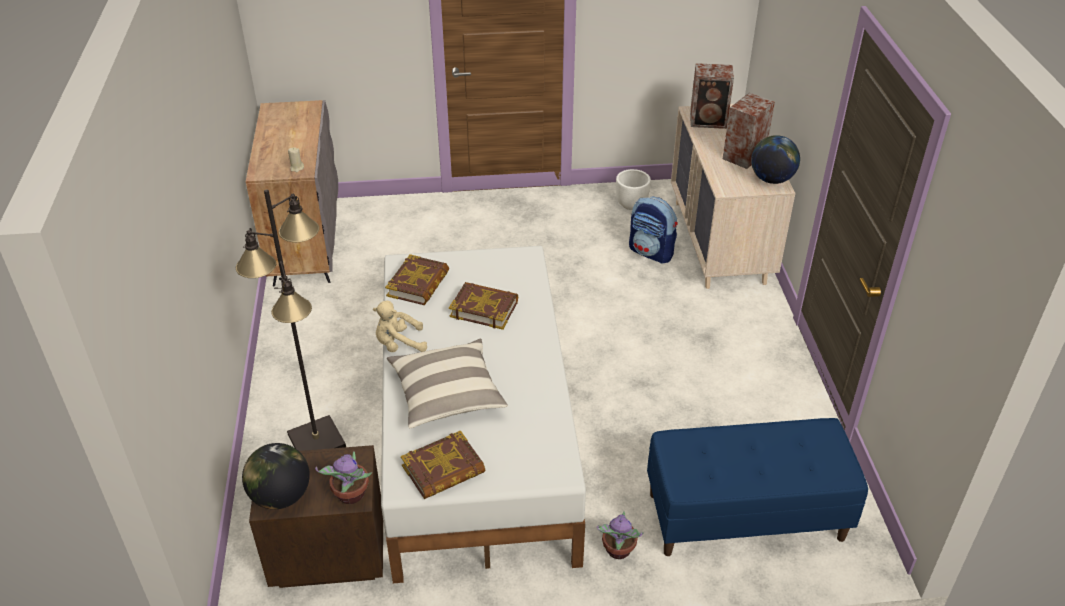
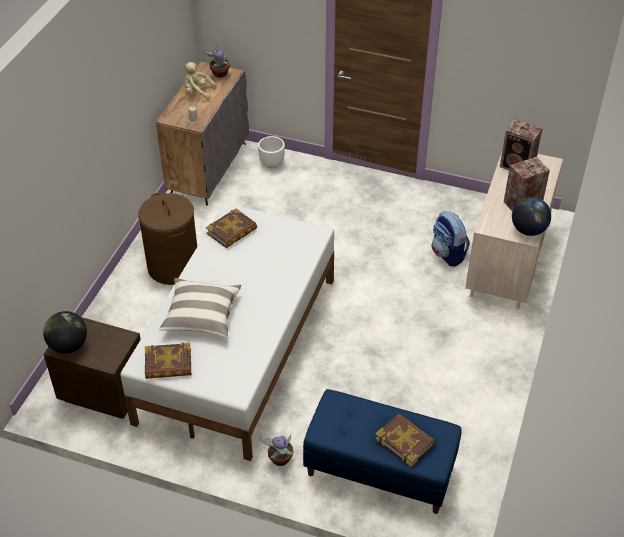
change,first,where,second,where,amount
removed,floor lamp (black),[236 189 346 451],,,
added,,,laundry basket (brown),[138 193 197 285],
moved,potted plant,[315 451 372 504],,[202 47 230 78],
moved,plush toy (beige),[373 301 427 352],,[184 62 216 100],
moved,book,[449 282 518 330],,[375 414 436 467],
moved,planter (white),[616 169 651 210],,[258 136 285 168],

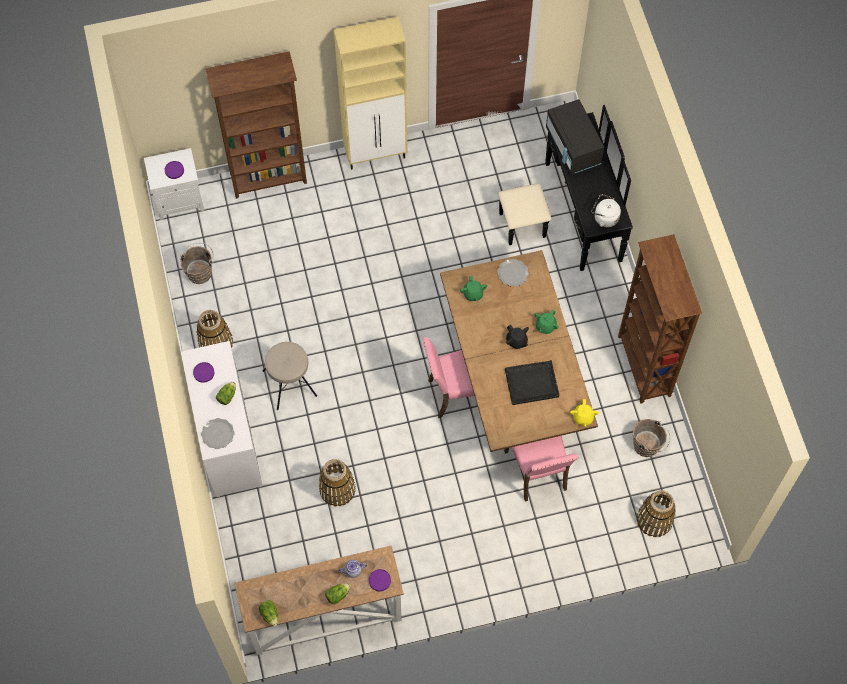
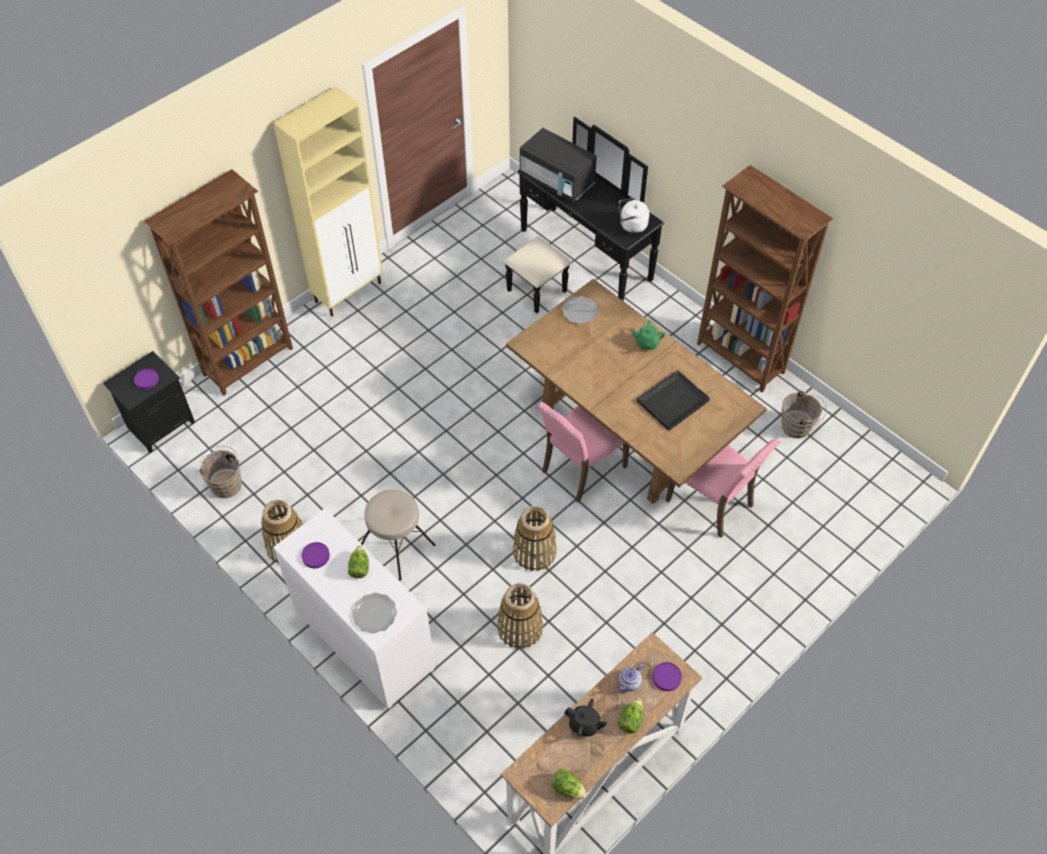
change,first,where,second,where,amount
removed,teapot (green),[460 276 487 301],,,
removed,teapot (yellow),[570 399 599 426],,,
moved,teapot (black),[506 325 529 349],,[564 698 607 737],
moved,basket,[637 490 675 537],,[513 506 557 571],
recoloured,nightstand (white),[144 148 205 220],nightstand (black),[103 351 195 453],

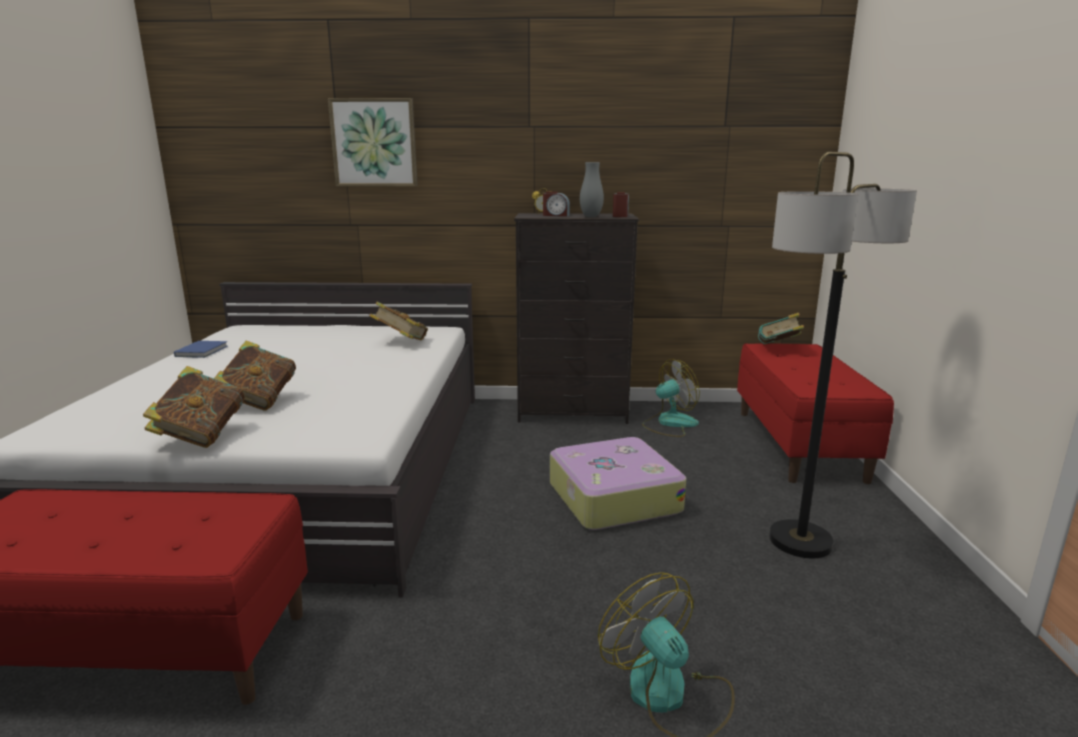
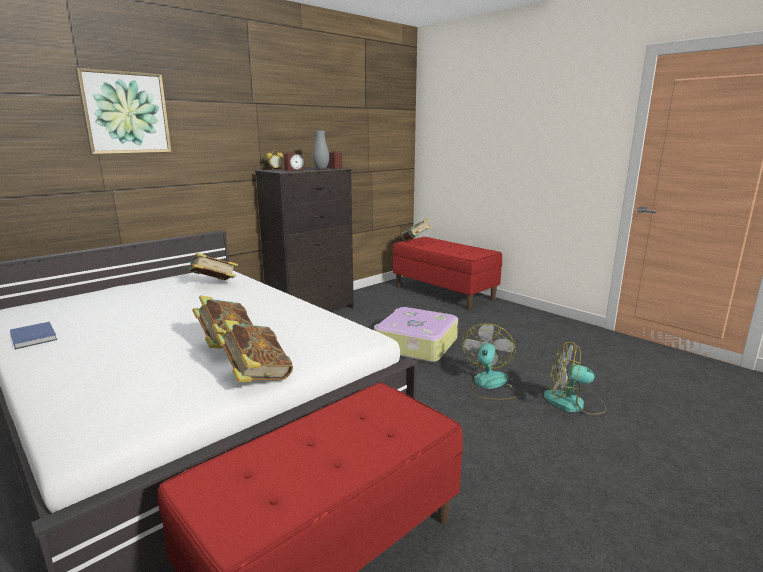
change,first,where,second,where,amount
removed,floor lamp,[769 152 917 558],,,
moved,fan,[642 359 700 437],,[462 323 521 400],

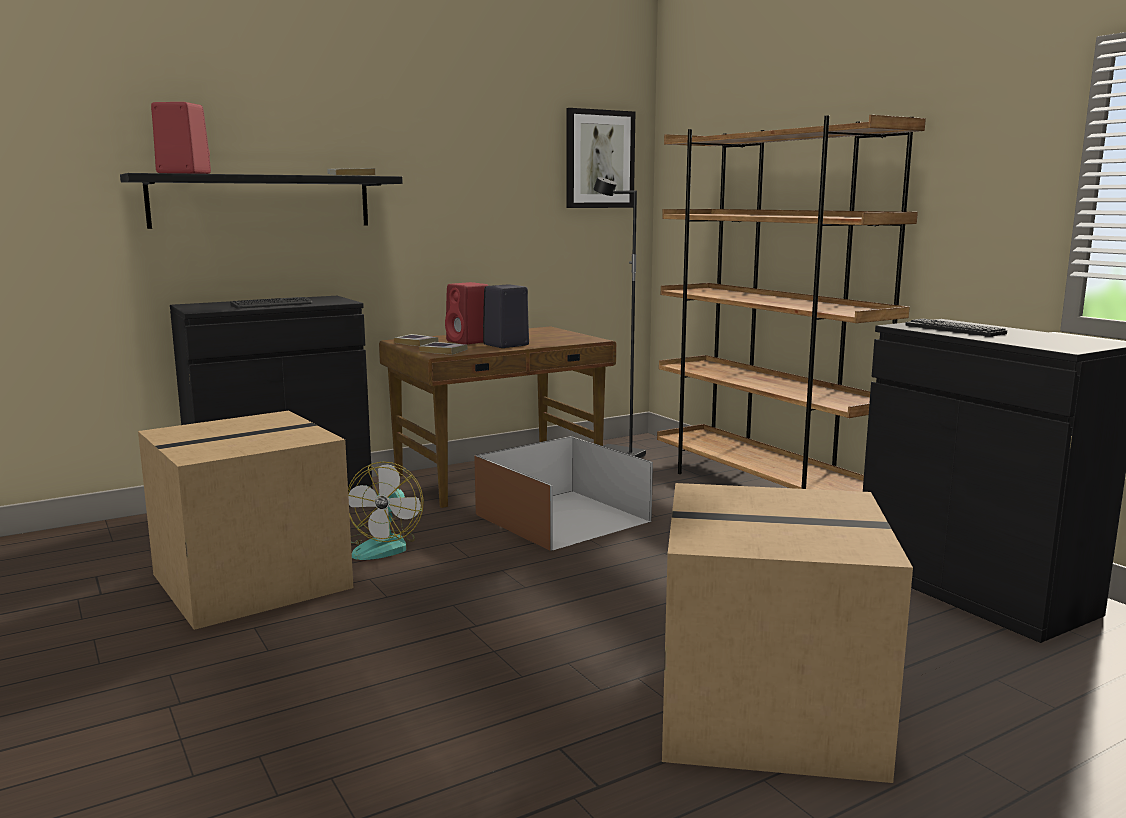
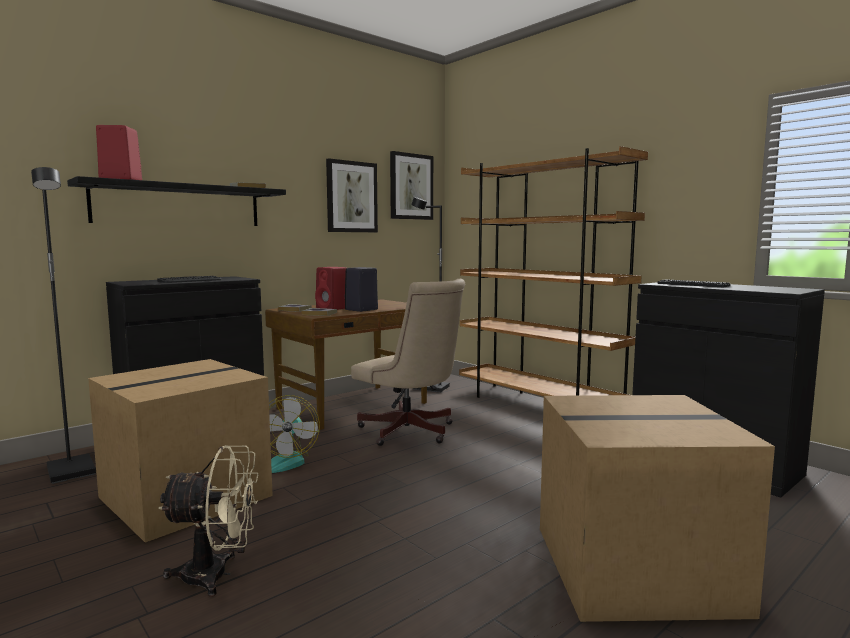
change,first,where,second,where,amount
added,,,floor lamp (black),[31 167 96 484],
added,,,fan (beige),[158 445 259 597],
added,,,picture,[326 158 378 232],
replaced,storage box (brown),[474 436 653 551],office chair (beige),[351 279 465 446],

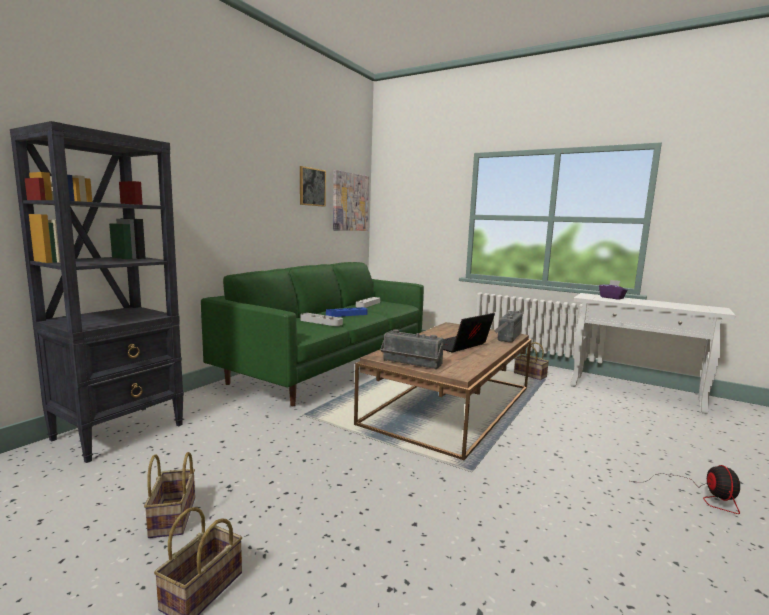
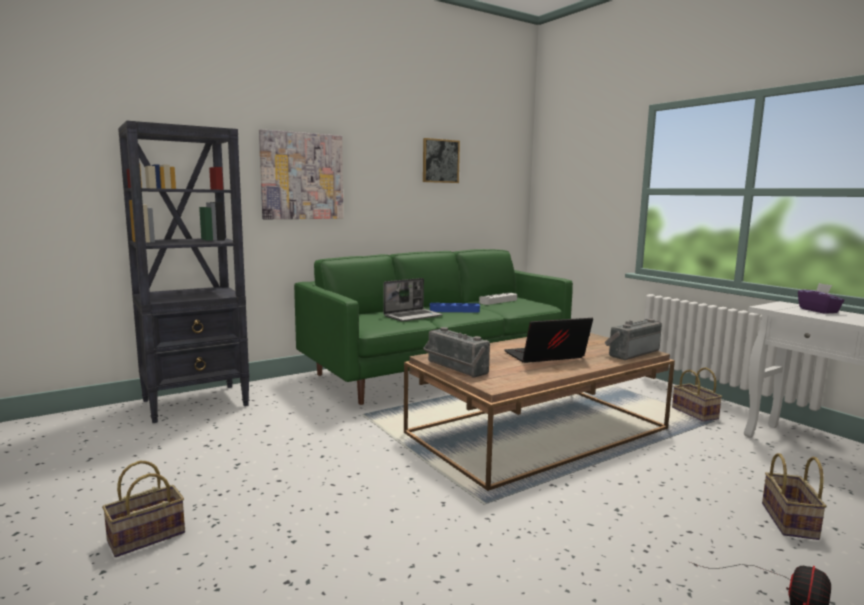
change,first,where,second,where,amount
moved,basket,[144 452 195 538],,[762 453 827 540],
moved,picture,[333 170 369 231],,[259 129 343 219],
replaced,tray (grey),[300 313 343 326],laptop,[384 278 443 322],

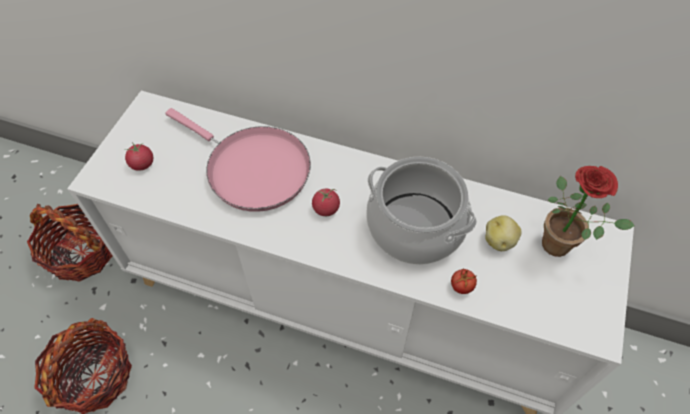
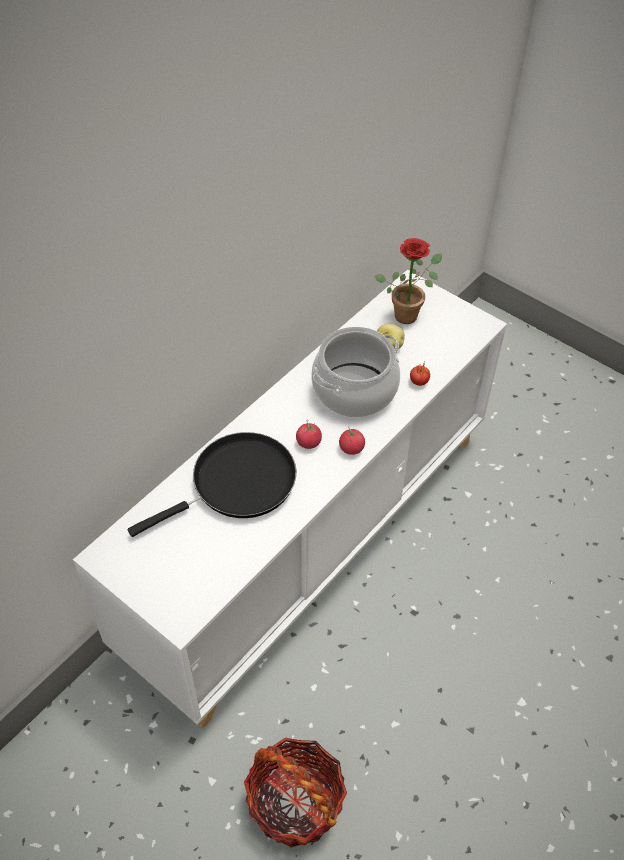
change,first,where,second,where,amount
removed,basket,[27 204 113 282],,,
moved,tomato,[124 142 153 171],,[339 426 365 455],
recoloured,frying pan (pink),[166 108 311 212],frying pan (black),[128 432 296 537],

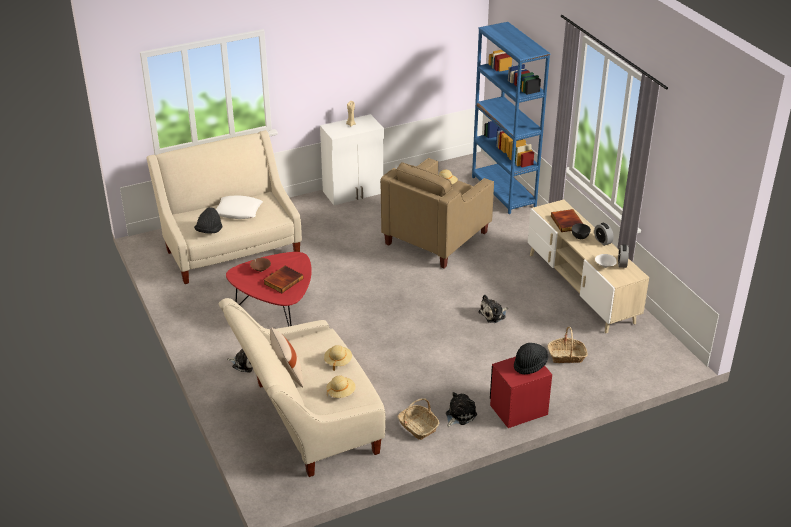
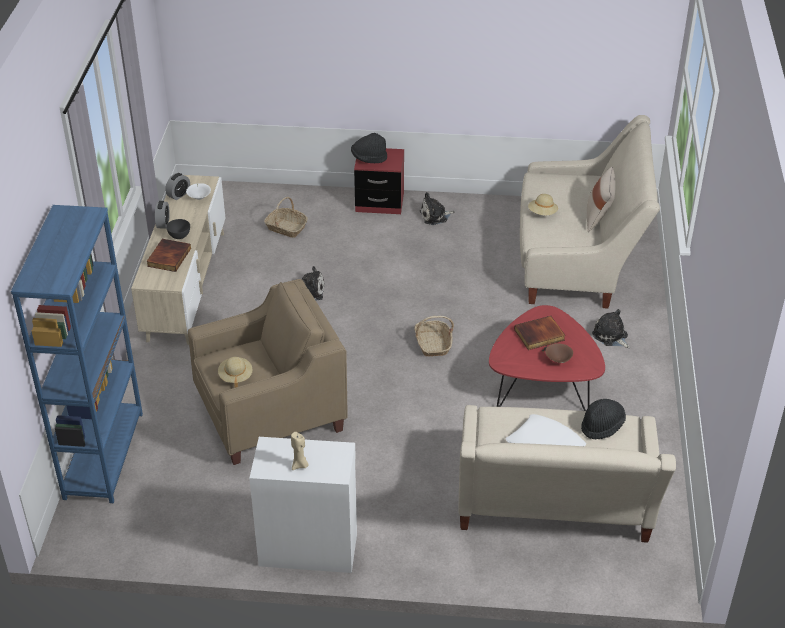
change,first,where,second,where,amount
removed,hat (beige),[326 375 356 398],,,
moved,basket,[398 398 439 440],,[414 316 454 357],

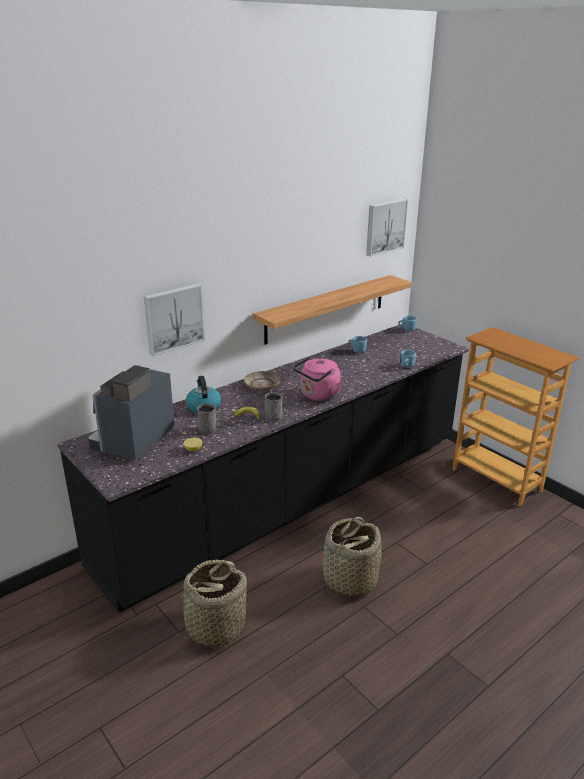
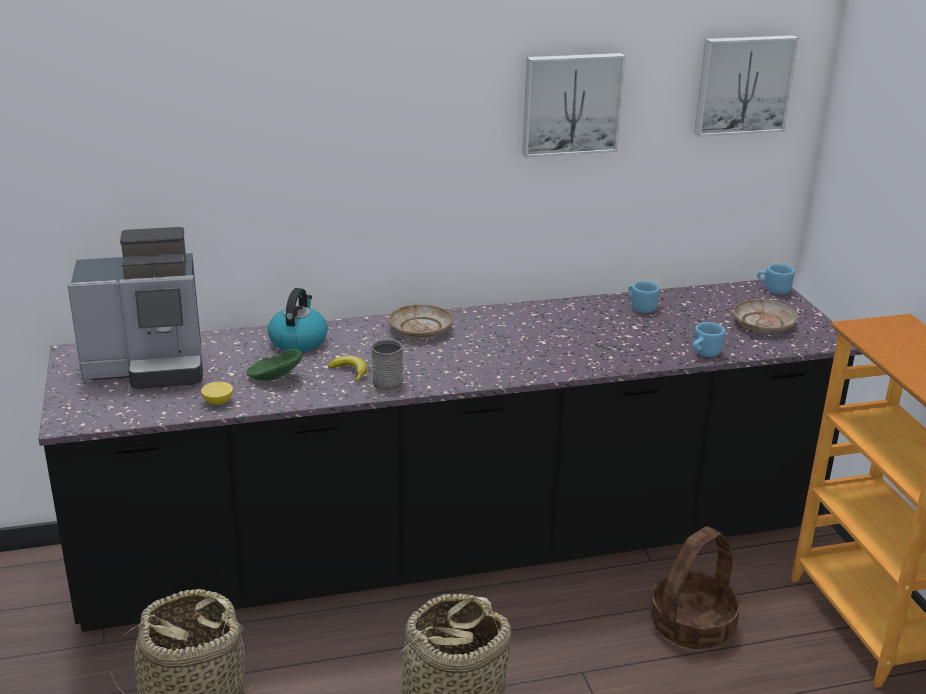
change,first,where,second,where,amount
removed,shelf,[253 275 412 345],,,
removed,kettle (pink),[293 357 342 401],,,
added,,,basket,[650 526 740 649],
added,,,plate (beige),[733 299 797 333],
moved,picture,[144 284 205 356],,[522 53 625 158],
replaced,mug (grey),[197 403 222 434],bowl (green),[247 349 302 381],
turned,coffee machine,[88 365 175 460],,[67 227 203 389],150 degrees counterclockwise

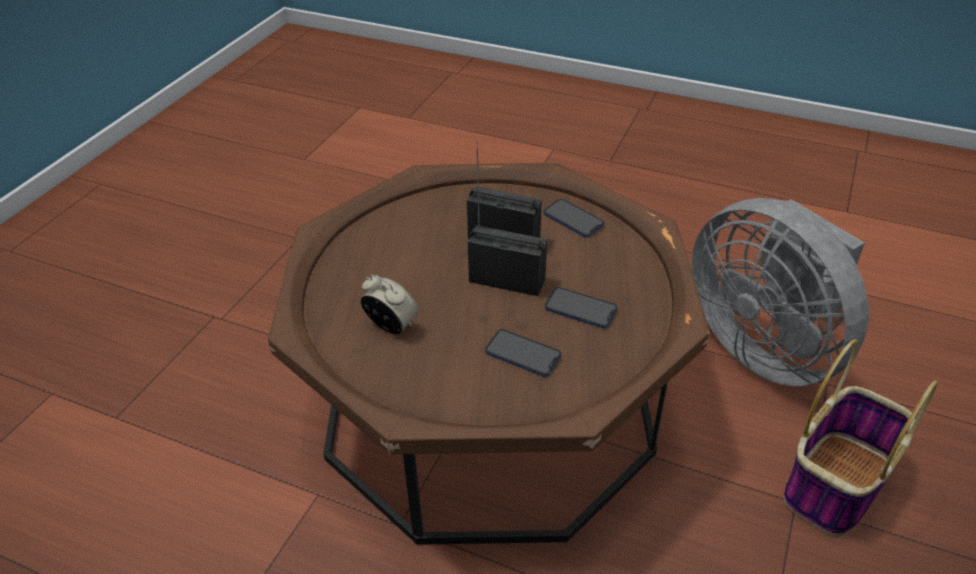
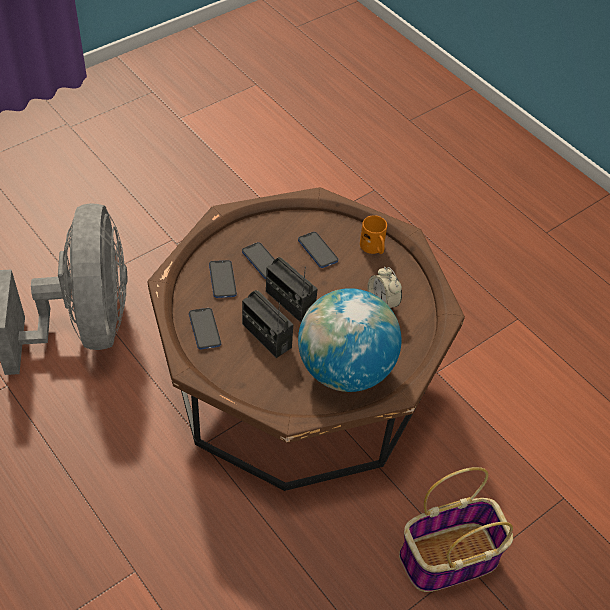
change,first,where,second,where,amount
added,,,phone,[209 260 237 298],
added,,,globe,[298 288 402 392],
added,,,mug (orange),[360 215 387 254],
moved,basket,[783 339 938 536],,[399 467 513 592],

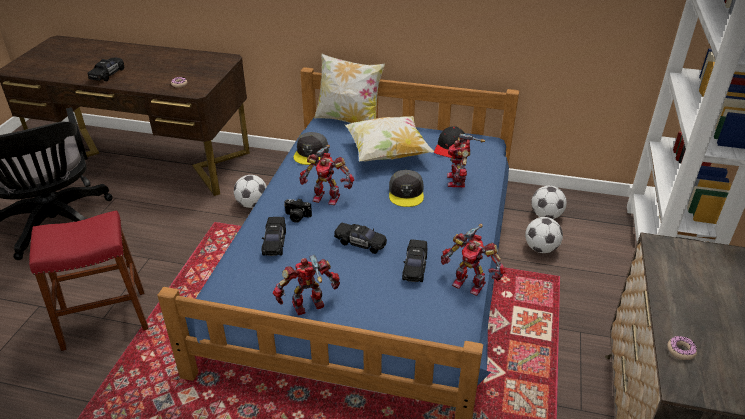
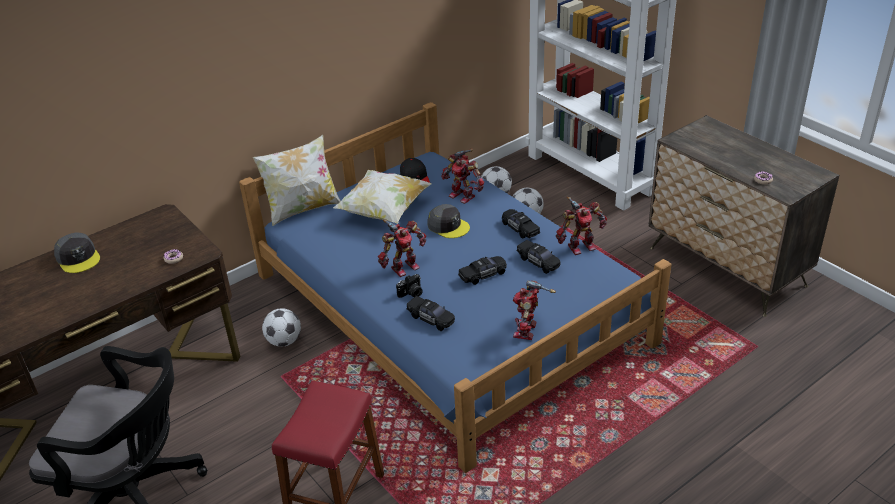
change,first,where,second,where,amount
moved,toy car (black),[87 58 124 81],,[502 209 540 239],
moved,cap (grey),[293 132 329 165],,[54 232 100 273],

